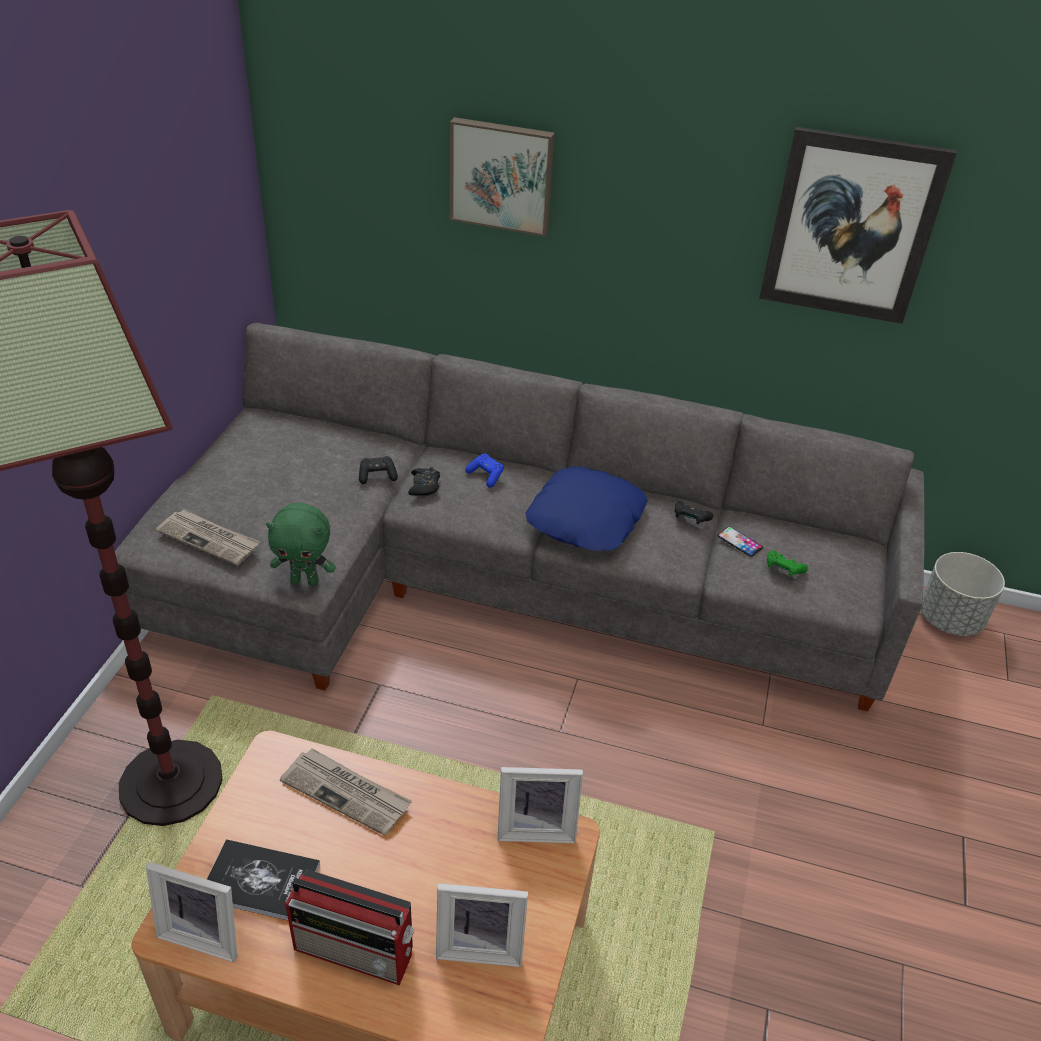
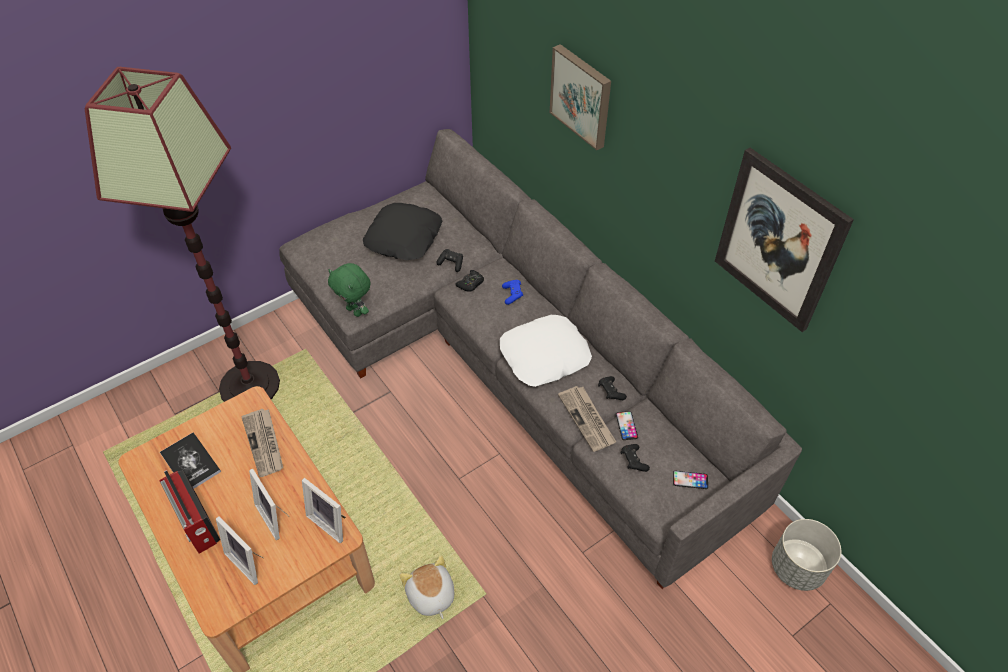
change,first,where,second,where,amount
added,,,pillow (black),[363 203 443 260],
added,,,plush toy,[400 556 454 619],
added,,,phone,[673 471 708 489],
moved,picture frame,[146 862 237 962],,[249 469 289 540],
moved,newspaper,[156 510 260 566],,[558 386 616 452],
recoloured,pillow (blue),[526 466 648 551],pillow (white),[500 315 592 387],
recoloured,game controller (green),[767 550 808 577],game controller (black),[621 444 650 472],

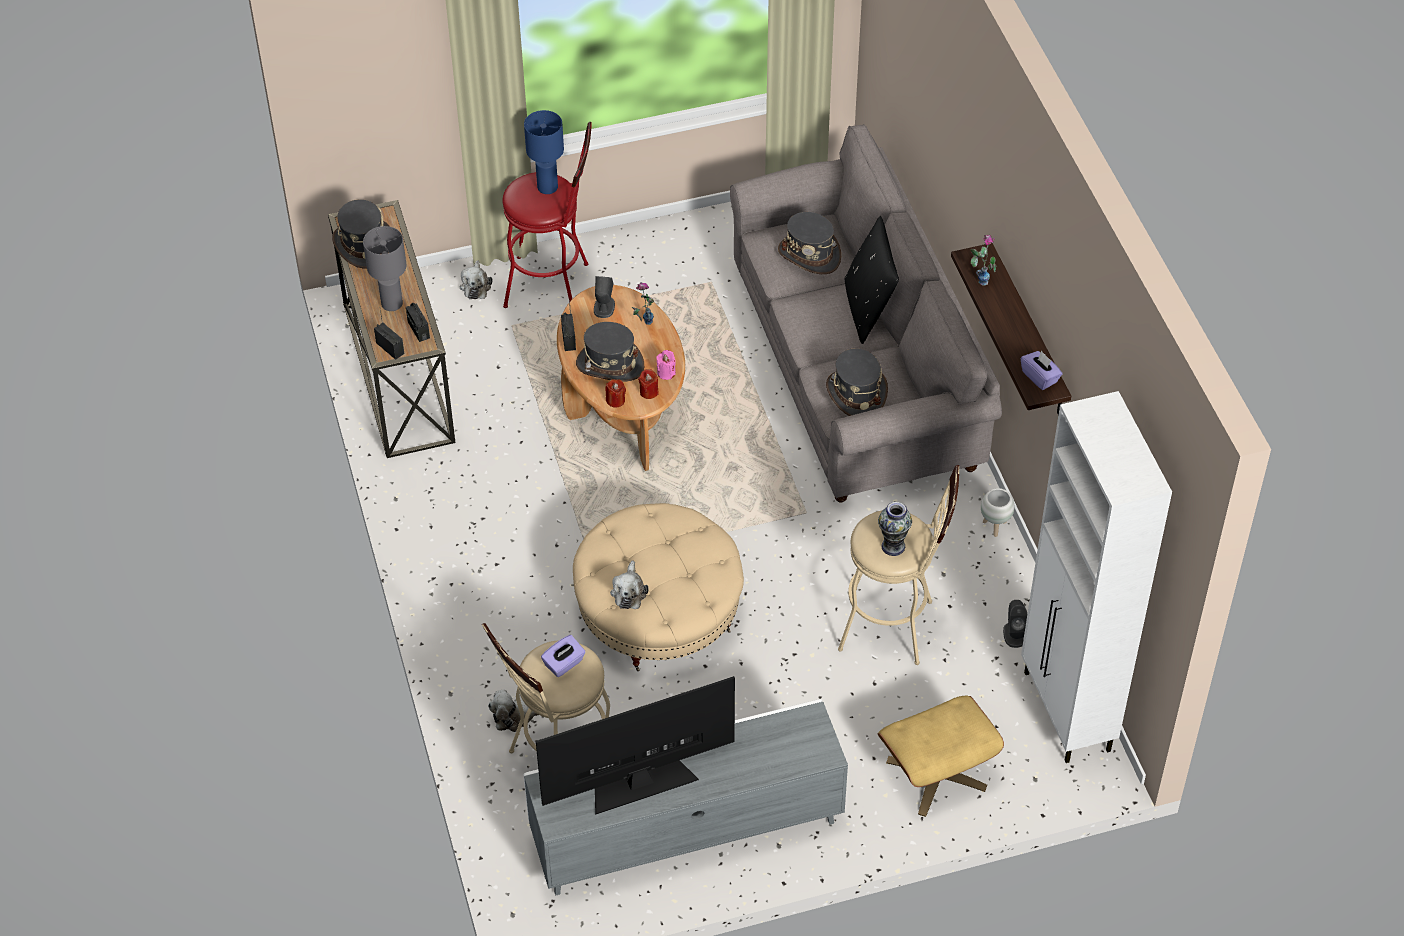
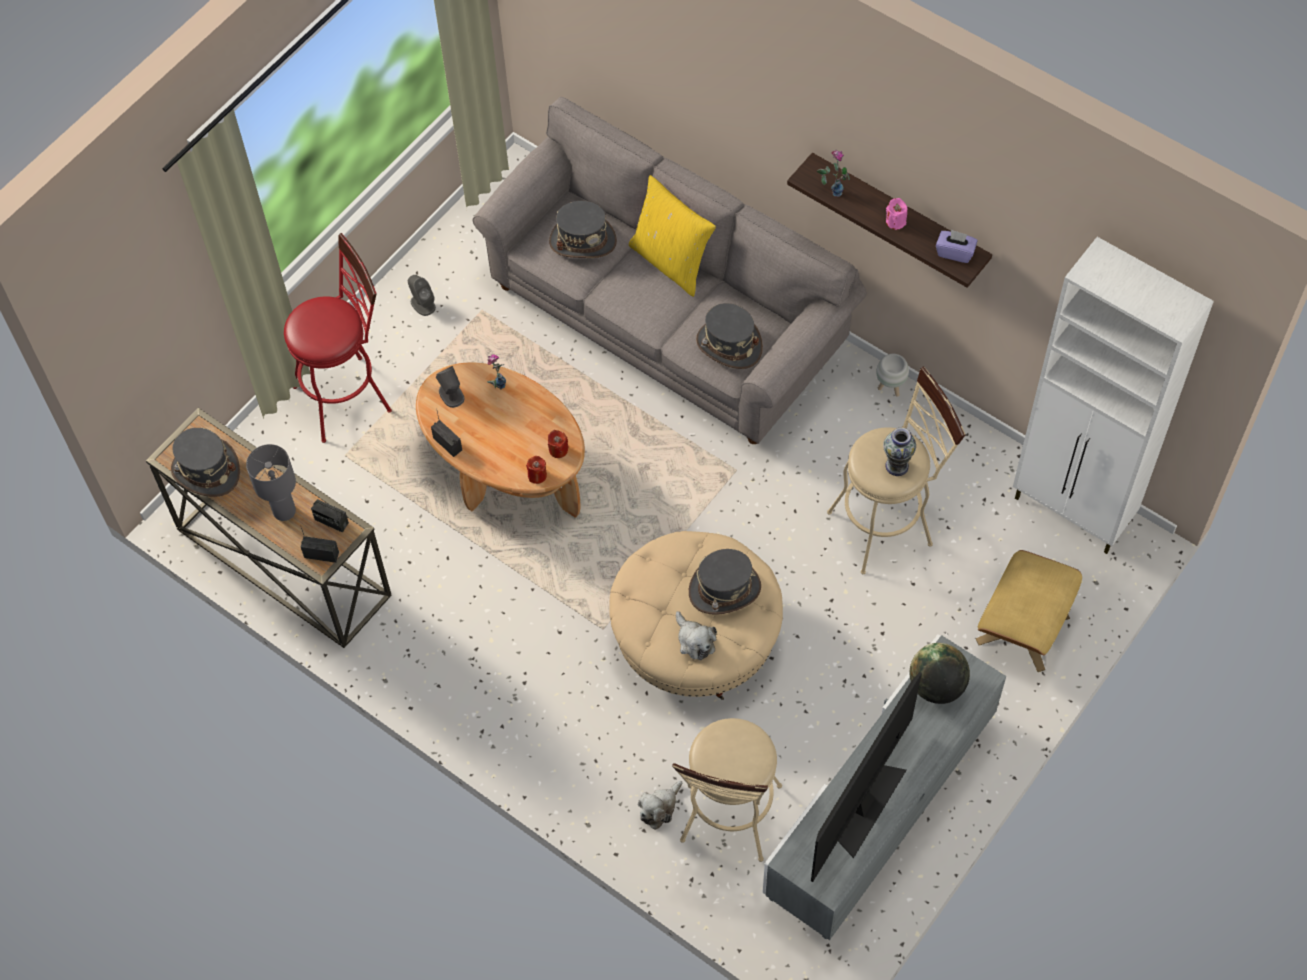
change,first,where,second,where,amount
removed,plush toy,[460 260 492 299],,,
removed,table lamp (blue),[524 110 564 194],,,
removed,tissue box (purple),[541 635 586 677],,,
added,,,globe,[910 643 970 704],
moved,hat (grey),[576 322 644 382],,[689 549 761 615],
moved,candle (pink),[656 350 676 380],,[886 198 907 230],
moved,speaker (grey),[1003 600 1027 648],,[408 275 436 316],
recoloured,pillow (black),[845 216 899 344],pillow (yellow),[629 175 716 297],

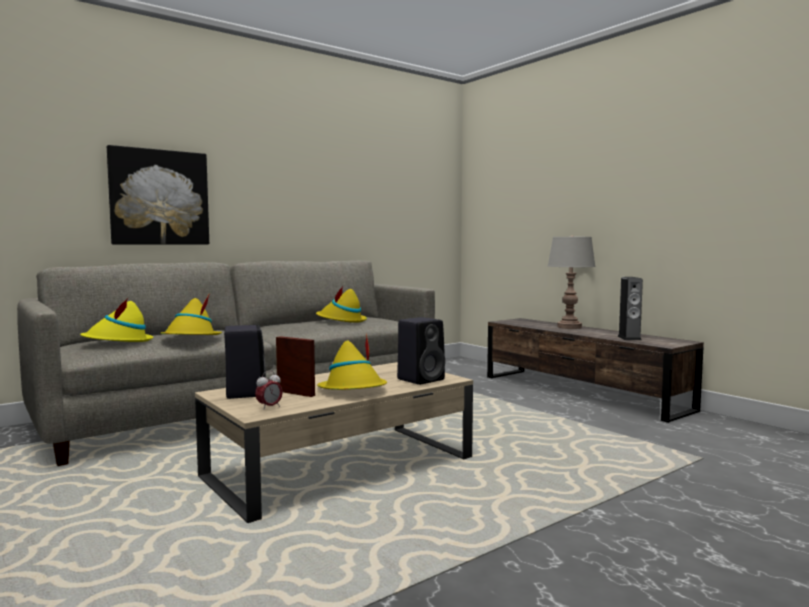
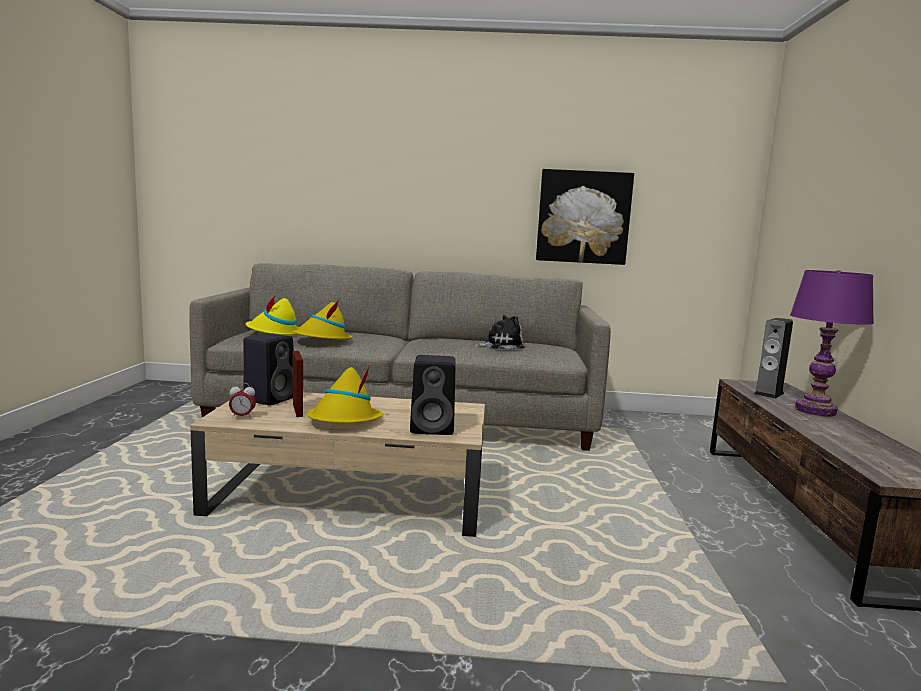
change,first,where,second,where,amount
moved,picture,[107 145 209 245],,[536 169 634 265],
moved,speaker,[618 277 643 340],,[754 318 793 399],
replaced,hat (yellow),[316 286 367 323],plush toy,[473 315 524 350],
recoloured,table lamp (grey),[548 235 596 329],table lamp (purple),[790 270 874 416],

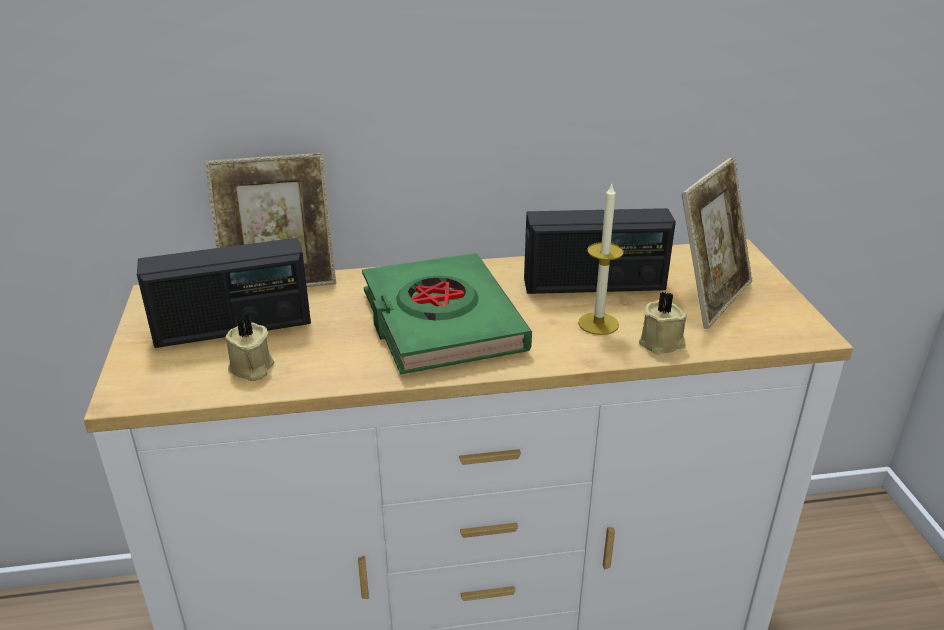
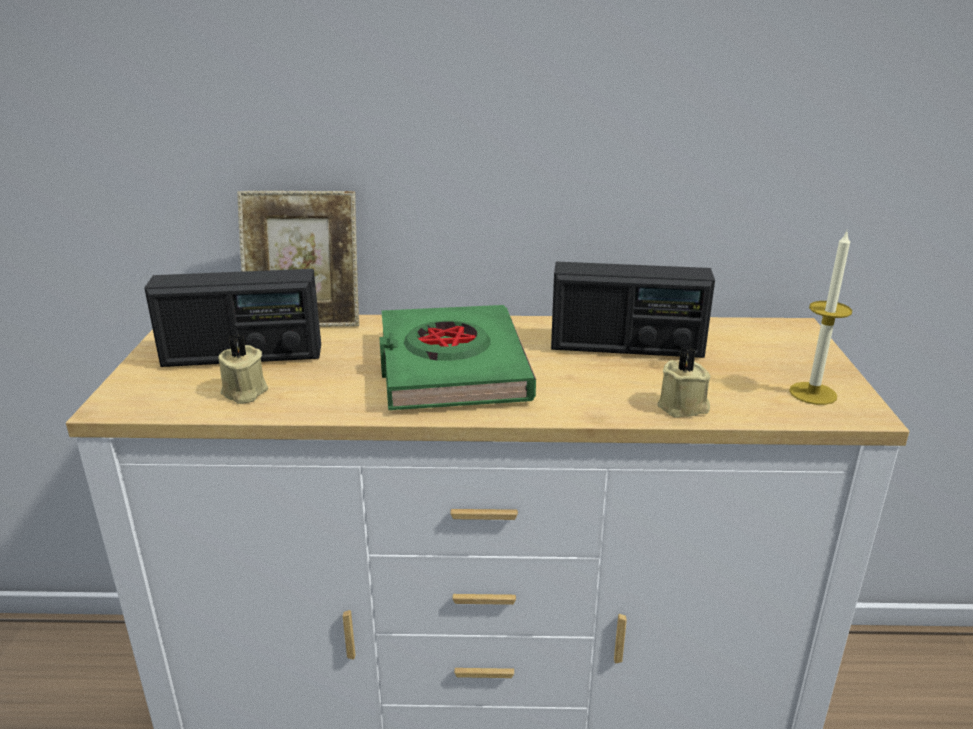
change,first,where,second,where,amount
removed,picture frame,[682 156 753 329],,,
moved,candle,[578 184 624 335],,[789 231 852 405],

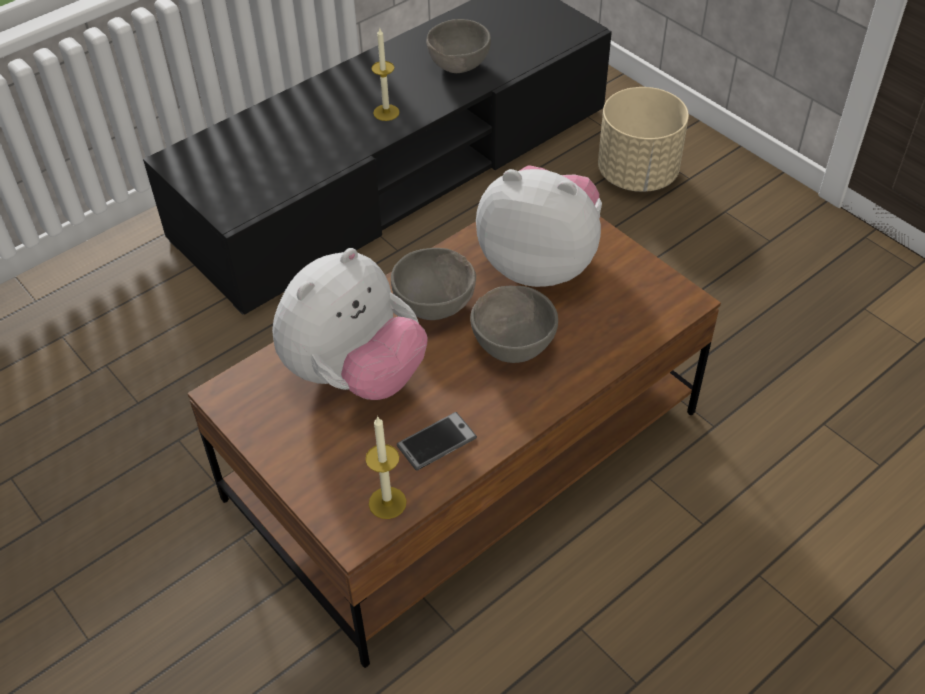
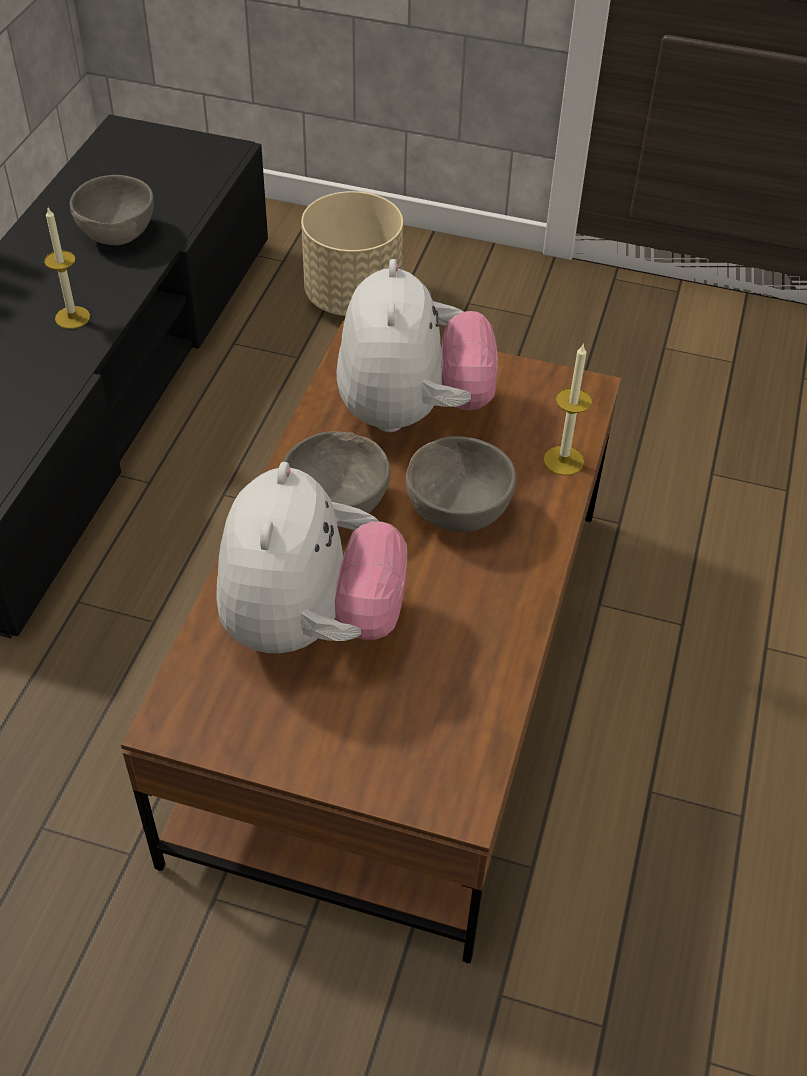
change,first,where,second,where,amount
removed,phone,[397 412 477 470],,,
moved,candle,[365 416 407 519],,[543 345 592 476],
turned,plush toy,[476 165 602 287],,[337 259 498 432],105 degrees clockwise

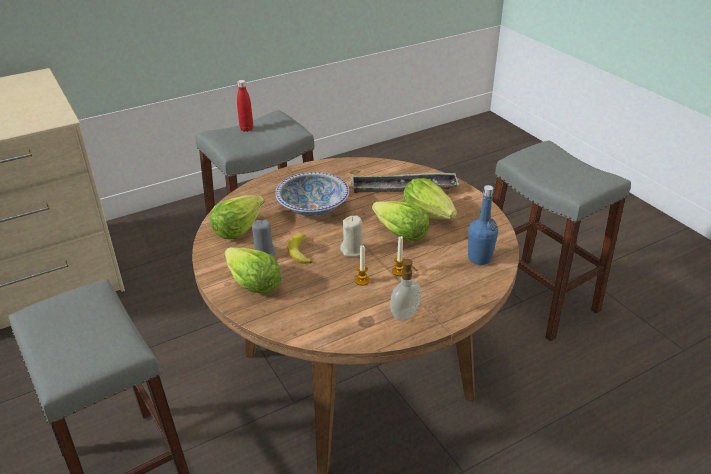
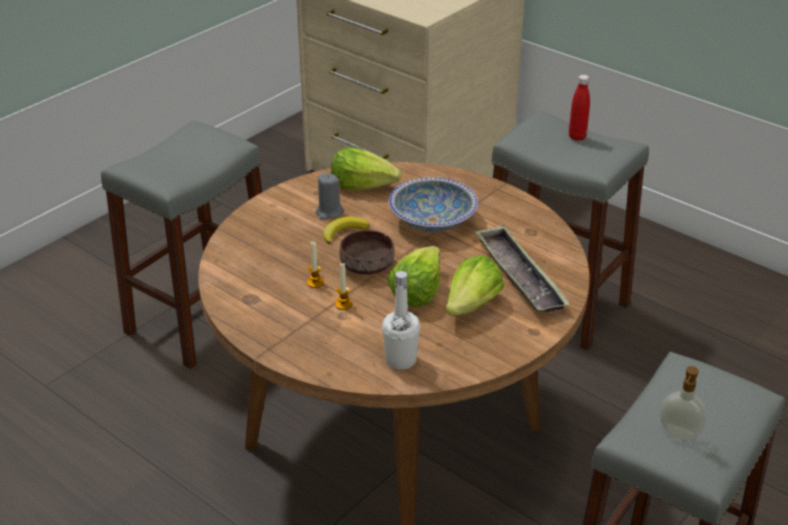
change,first,where,second,where,amount
removed,lettuce,[225 247 282 294],,,
moved,soap dispenser,[390 259 421 321],,[660 366 707 440],
replaced,candle (beige),[340 216 366 257],bowl (brown),[340 230 395 275],
recoloured,bottle (blue),[468 185 498 265],bottle (white),[382 271 420 370],

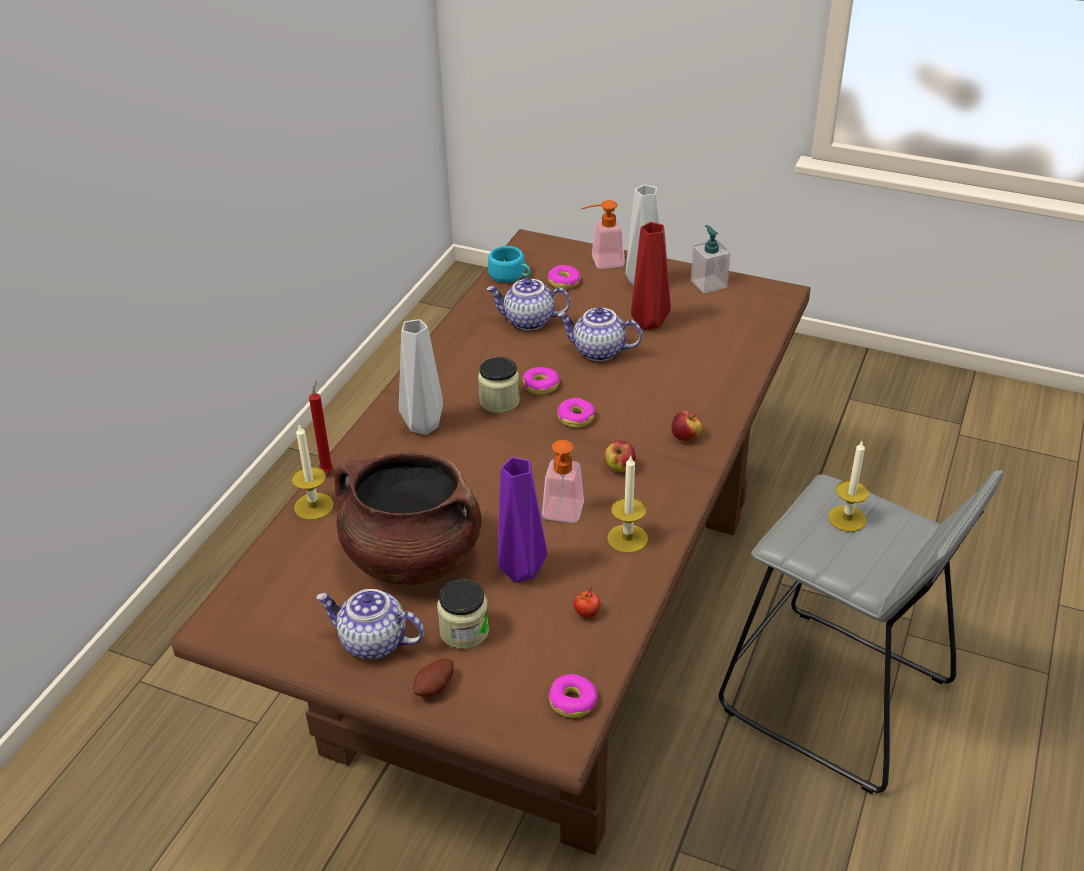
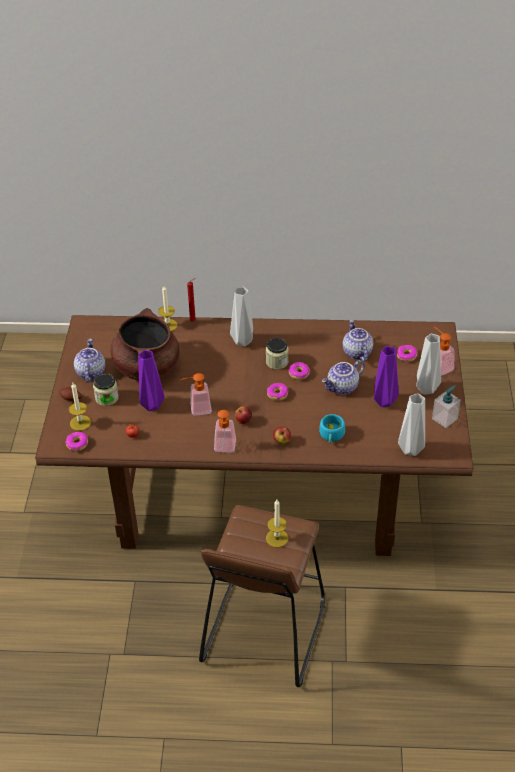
change,first,where,second,where,amount
added,,,soap dispenser,[214 410 236 453],
added,,,vase (grey),[398 393 425 456],
moved,cup (turquoise),[488 246 531 283],,[319 414 345 444],
moved,candle,[607 456 648 553],,[69 383 91 431],
recoloured,vase (red),[631 222 671 330],vase (purple),[374 346 399 407],
recoloured,stool (grey),[719 470 1003 794],stool (brown),[199 505 325 687],
turned,teapot,[557 307 642 361],,[322 360 364 395],120 degrees counterclockwise

